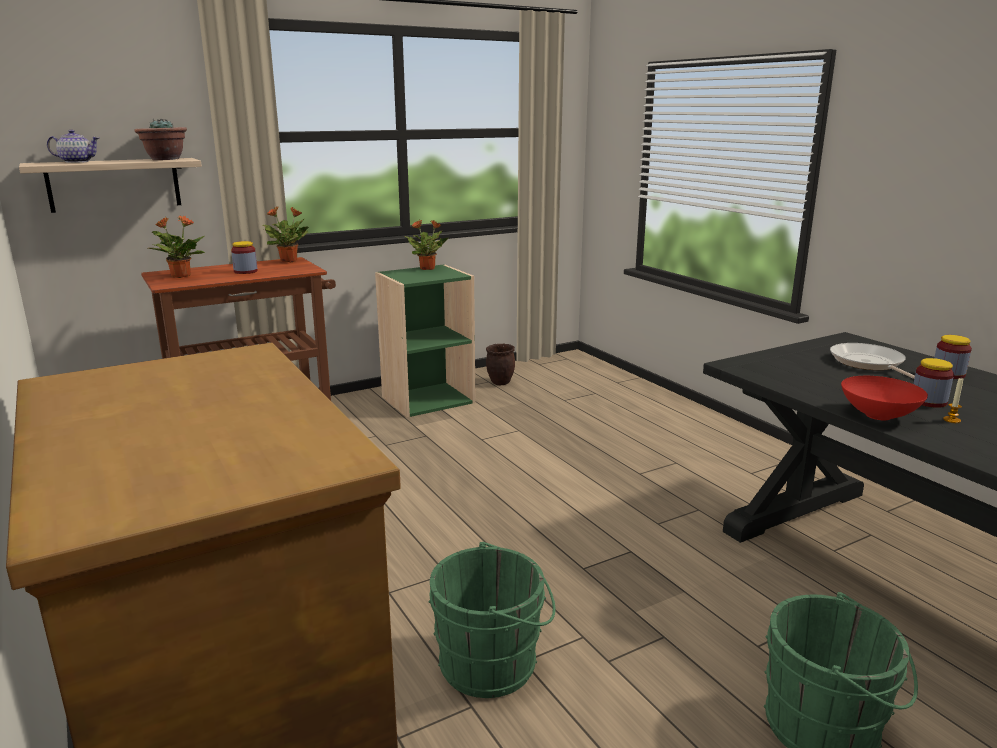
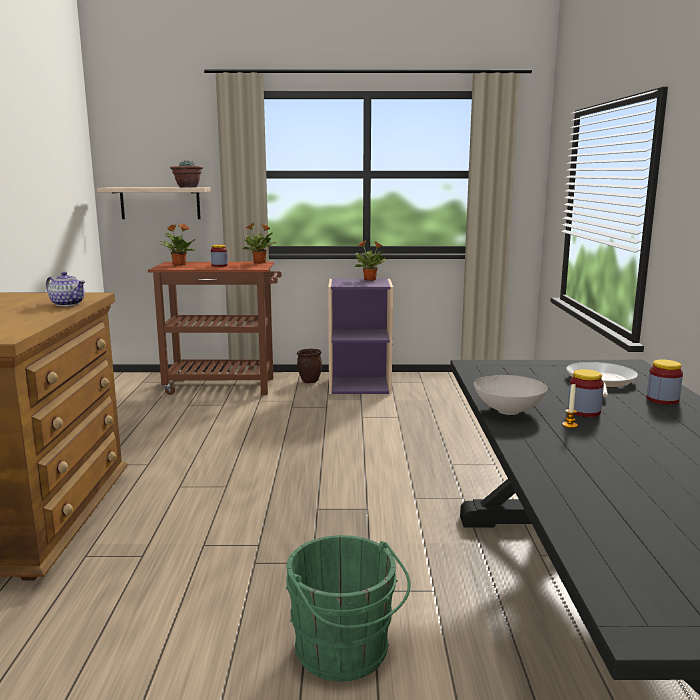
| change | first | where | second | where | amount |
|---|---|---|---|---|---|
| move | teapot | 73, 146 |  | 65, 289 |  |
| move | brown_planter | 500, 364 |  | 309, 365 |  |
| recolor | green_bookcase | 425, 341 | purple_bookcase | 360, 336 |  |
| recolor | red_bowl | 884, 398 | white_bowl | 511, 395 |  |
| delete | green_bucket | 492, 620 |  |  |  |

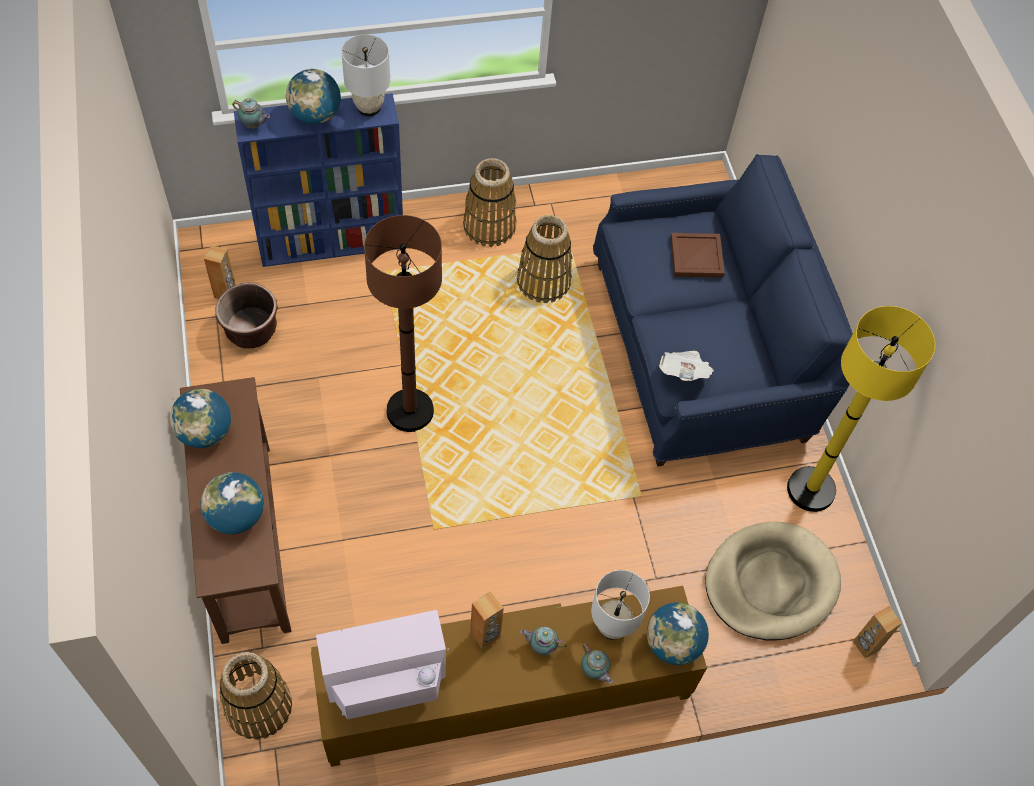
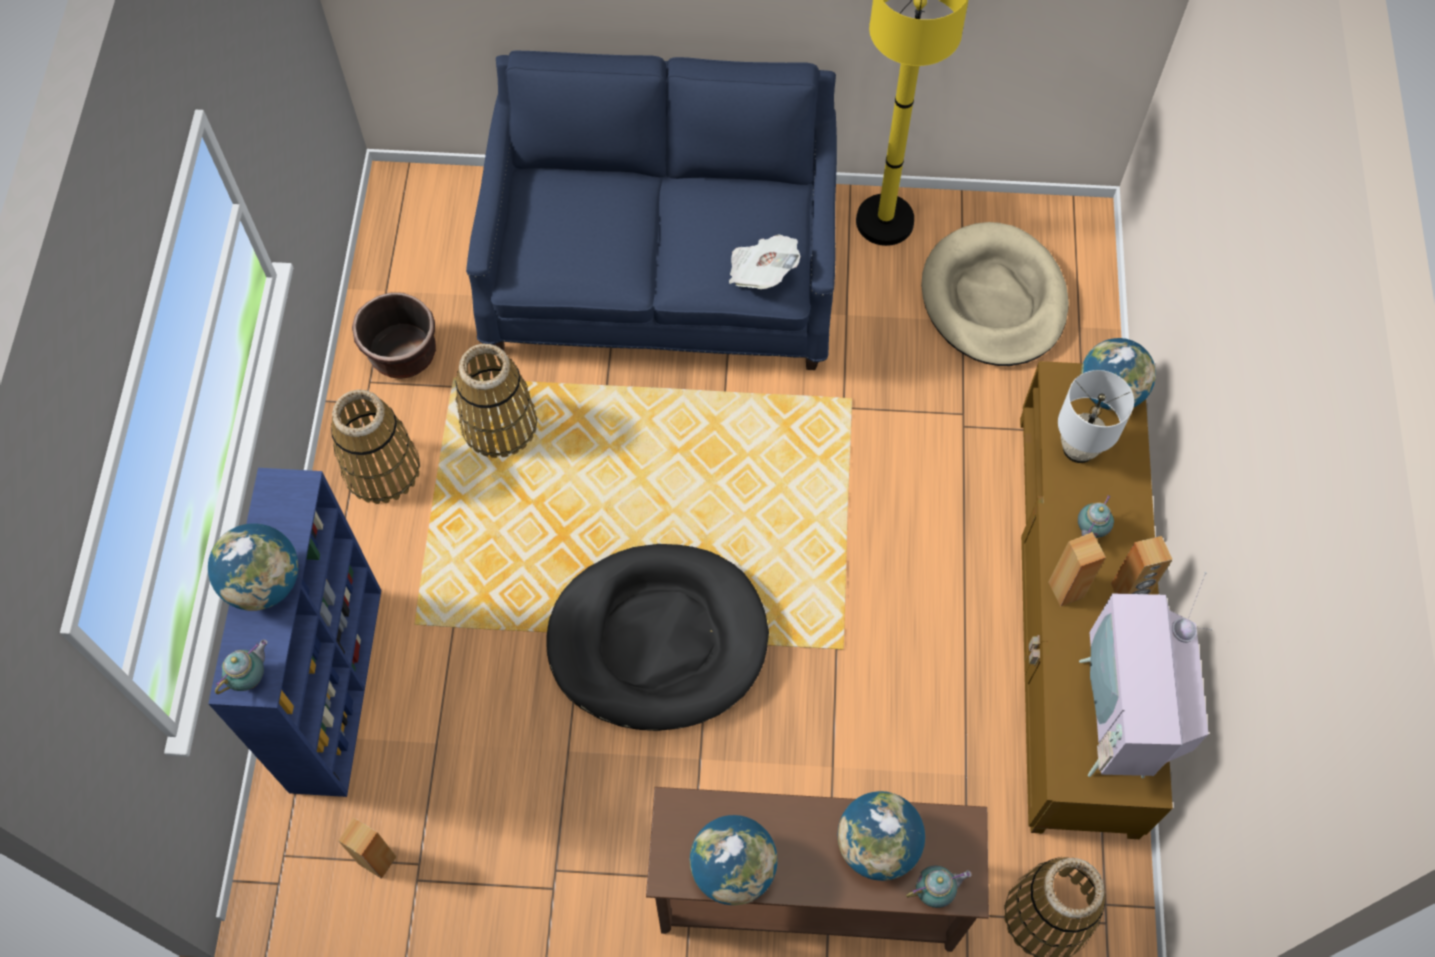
| change | first | where | second | where | amount |
|---|---|---|---|---|---|
| move | brown_planter | 246, 315 |  | 394, 335 |  |
| replace | brown_floor_lamp | 403, 323 | black_dog_bed | 657, 637 |  |
| move | teapot | 597, 664 |  | 939, 887 |  |
| move | brown_speaker | 877, 632 |  | 1142, 565 |  |
| delete | white_table_lamp | 365, 75 |  |  |  |
| delete | brown_tray | 697, 255 |  |  |  |

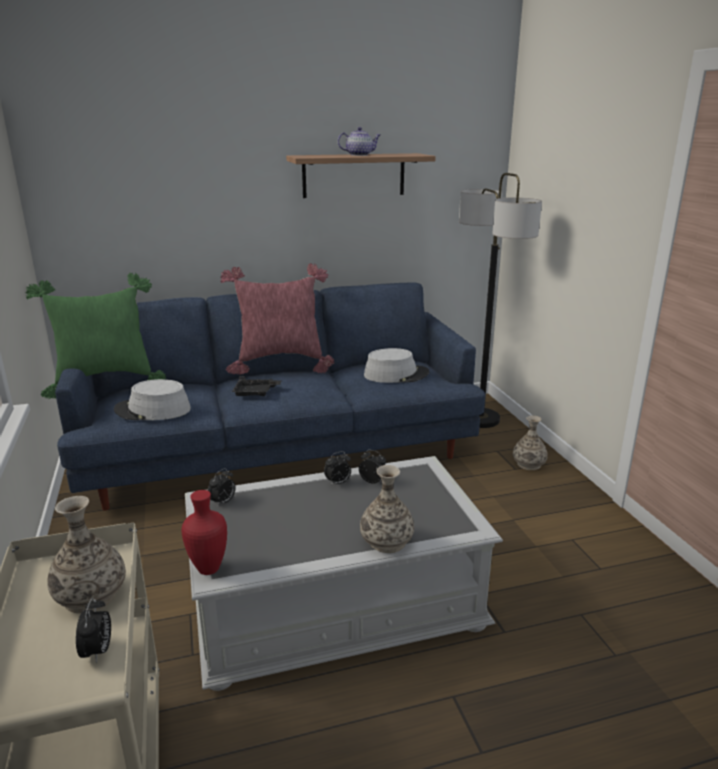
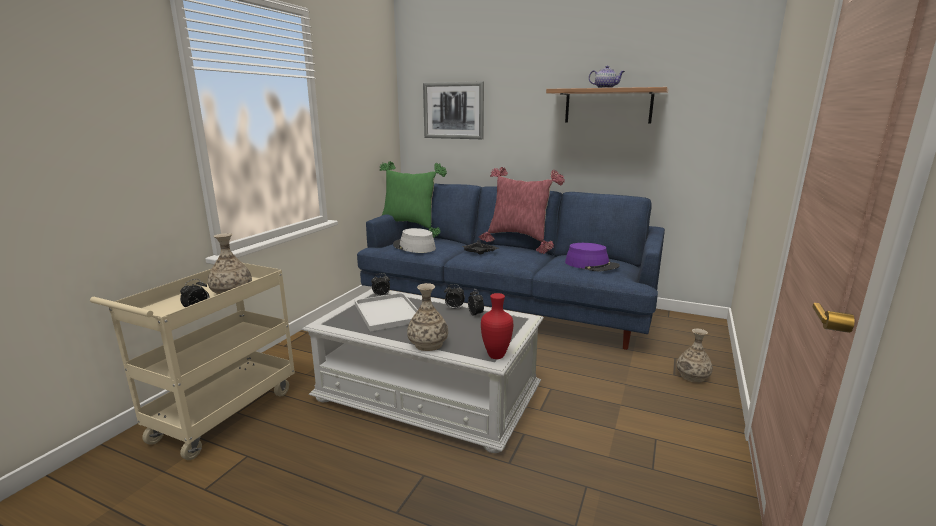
| change | first | where | second | where | amount |
|---|---|---|---|---|---|
| insert |  |  | white_tray | 386, 312 |  |
| insert |  |  | picture | 453, 110 |  |
| move | red_vase | 204, 532 |  | 497, 326 |  |
| recolor | grey_hat | 396, 365 | purple_hat | 592, 257 |  |
| delete | floor_lamp | 500, 300 |  |  |  |

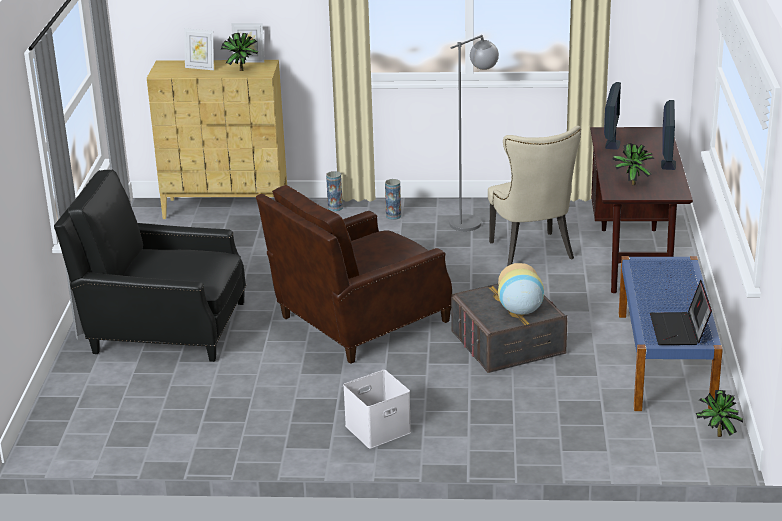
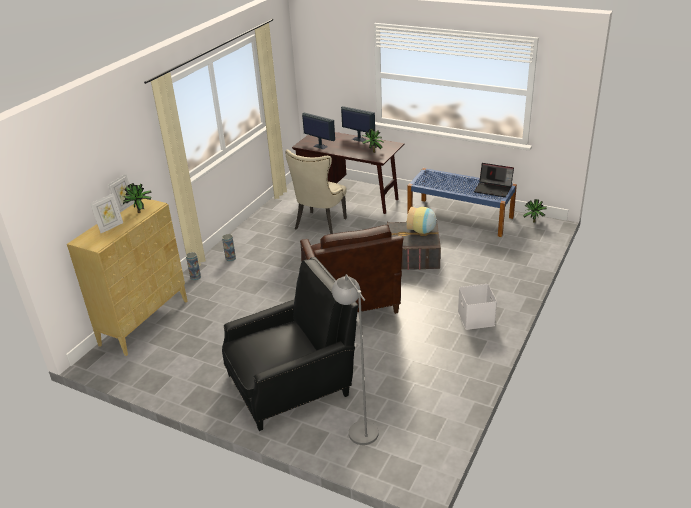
| change | first | where | second | where | amount |
|---|---|---|---|---|---|
| rotate | black_armchair | 150, 265 |  | 290, 344 | 150 degrees counterclockwise |
| rotate | beige_chair | 534, 196 |  | 316, 192 | 105 degrees clockwise |
| move | grey_floor_lamp | 474, 133 |  | 355, 359 |  |

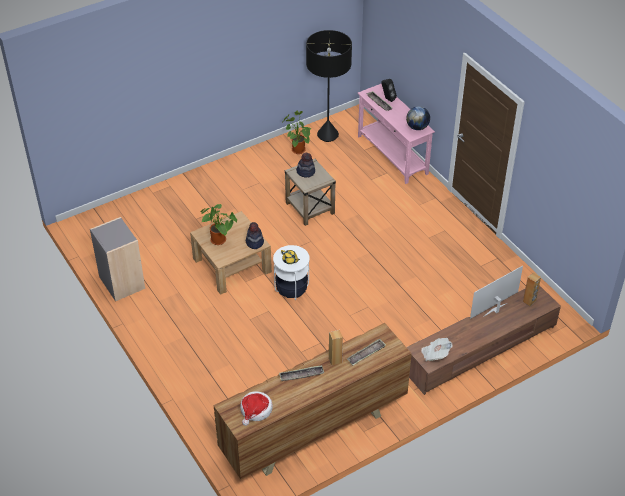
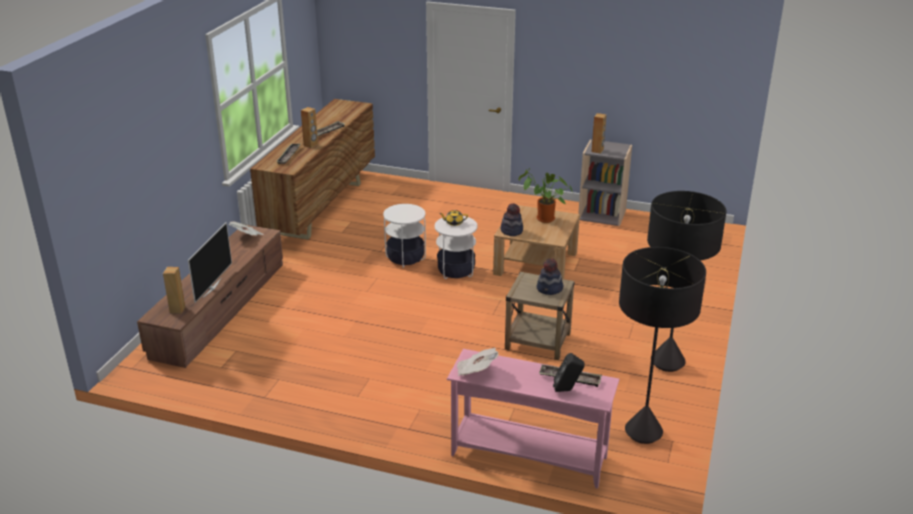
| change | first | where | second | where | amount |
|---|---|---|---|---|---|
| insert |  |  | white_side_table | 404, 236 |  |
| replace | globe | 418, 118 | newspaper | 478, 362 |  |
| insert |  |  | brown_speaker | 598, 133 |  |
| insert |  |  | black_floor_lamp | 687, 281 |  |
| delete | hat | 256, 408 |  |  |  |
| delete | potted_plant | 297, 132 |  |  |  |

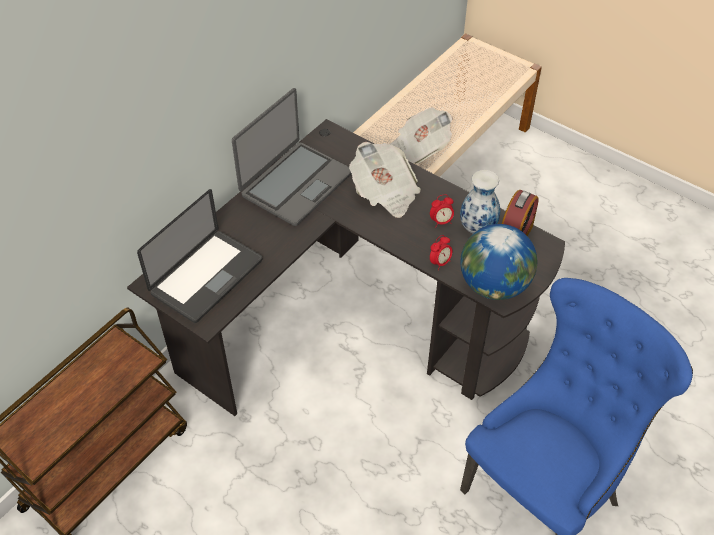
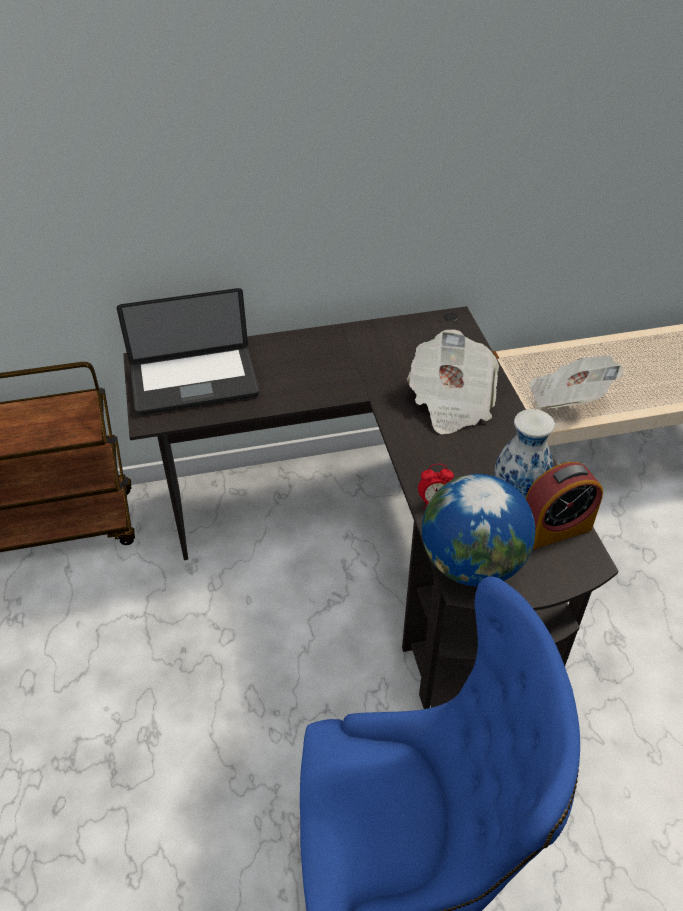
| change | first | where | second | where | amount |
|---|---|---|---|---|---|
| delete | laptop | 292, 157 |  |  |  |
| delete | alarm_clock | 442, 211 |  |  |  |

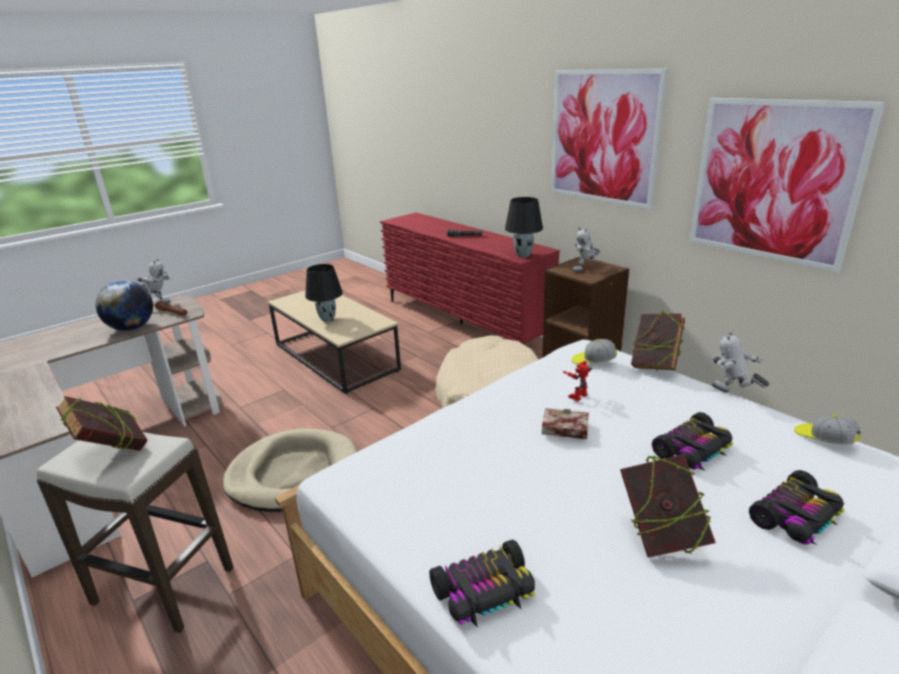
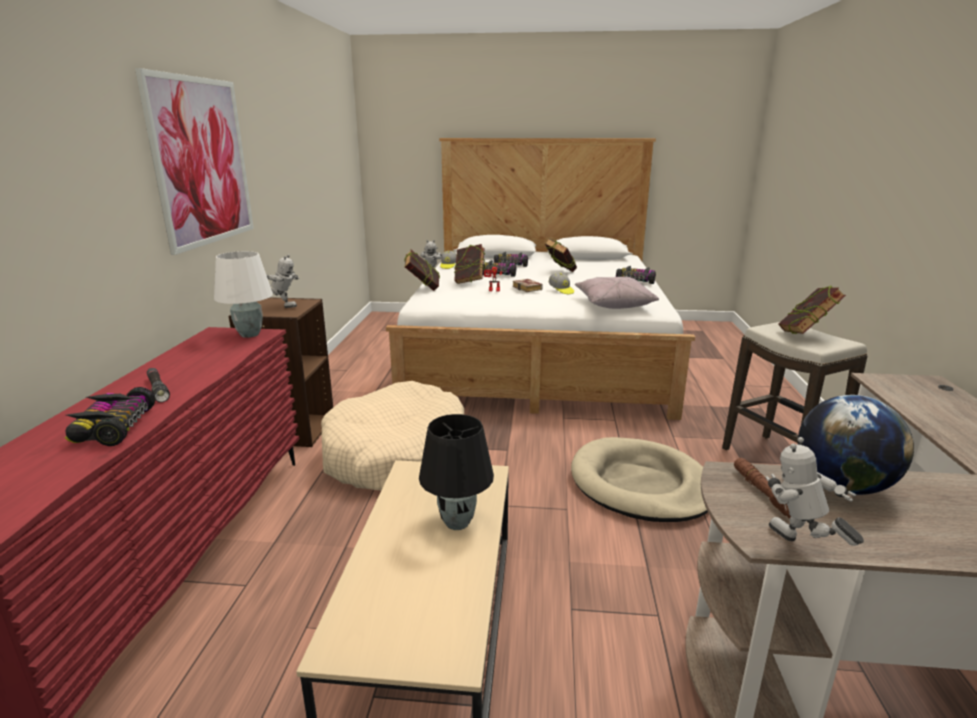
| change | first | where | second | where | amount |
|---|---|---|---|---|---|
| insert |  |  | toy_car | 109, 416 |  |
| recolor | black_table_lamp | 524, 227 | white_table_lamp | 243, 294 |  |
| insert |  |  | book | 469, 264 |  |
| move | cap | 594, 351 |  | 561, 283 |  |
| insert |  |  | purple_pillow | 617, 293 |  |
| delete | picture | 787, 185 |  |  |  |

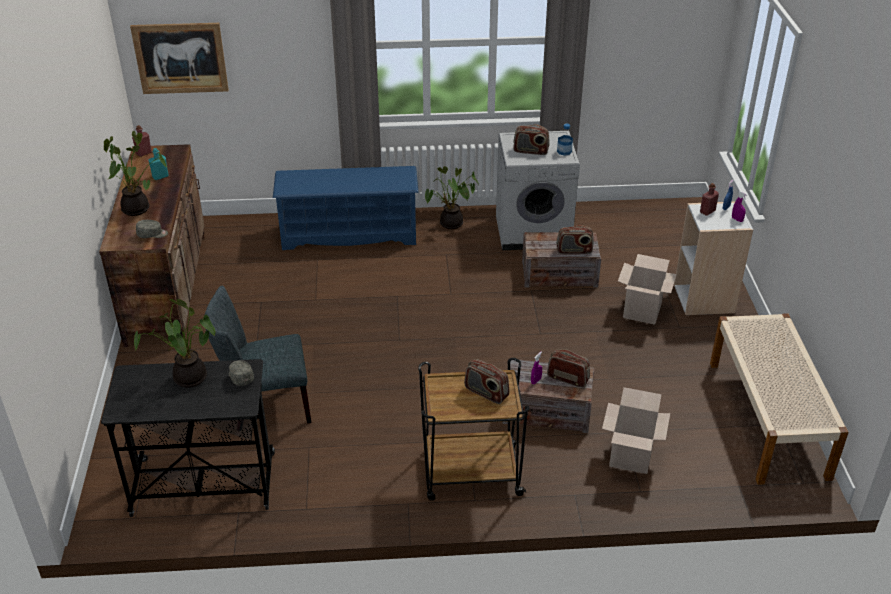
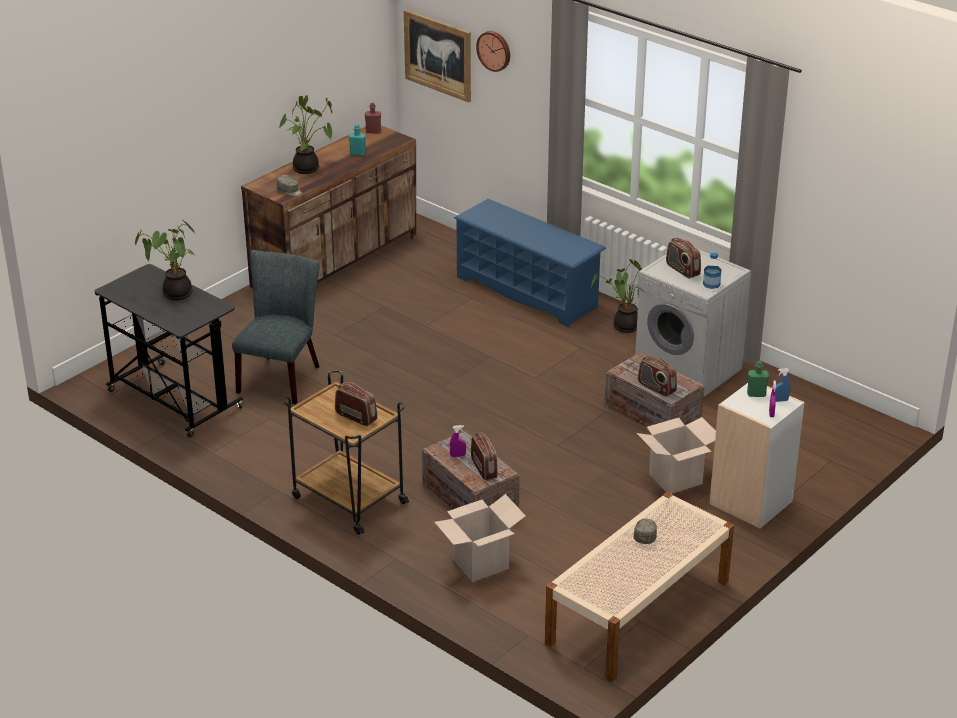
| change | first | where | second | where | amount |
|---|---|---|---|---|---|
| rotate | grey_chair | 258, 354 |  | 276, 327 | 75 degrees clockwise |
| rotate | radio | 486, 381 |  | 356, 404 | 135 degrees clockwise |
| insert |  |  | wall_clock | 493, 51 |  |
| move | grey_cap | 241, 373 |  | 645, 531 |  |
| recolor | red_bottle | 709, 199 | green_bottle | 758, 379 |  |

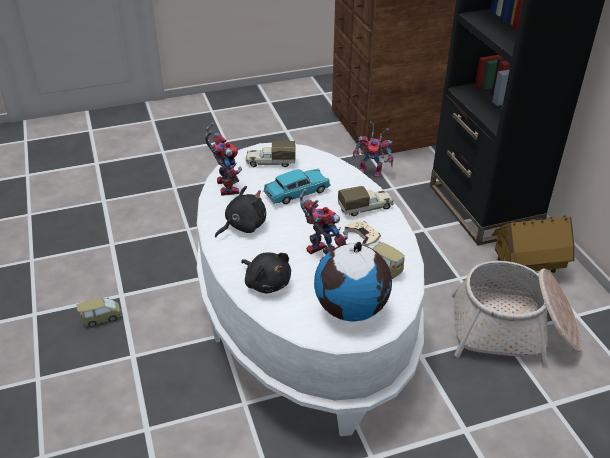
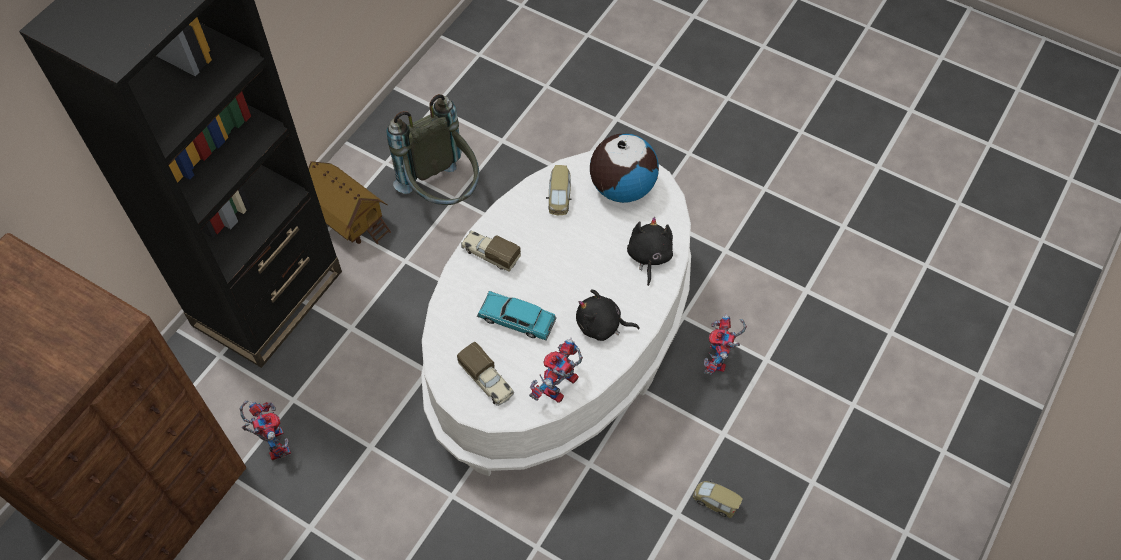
| change | first | where | second | where | amount |
|---|---|---|---|---|---|
| replace | basket | 517, 313 | grey_backpack | 433, 149 |  |
| move | toy_robot | 323, 225 |  | 725, 344 |  |
| delete | beige_game_controller | 363, 233 |  |  |  |

